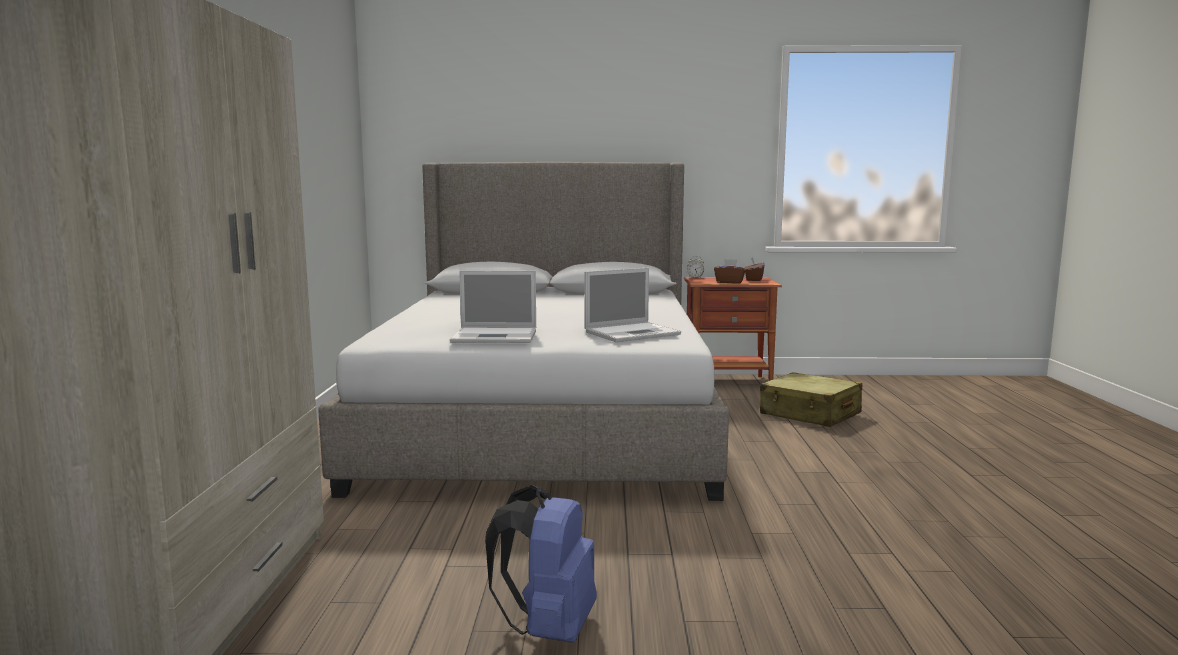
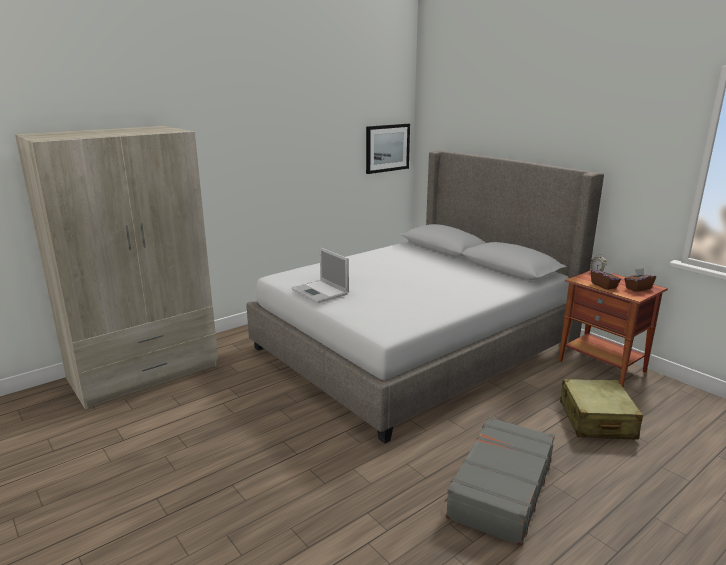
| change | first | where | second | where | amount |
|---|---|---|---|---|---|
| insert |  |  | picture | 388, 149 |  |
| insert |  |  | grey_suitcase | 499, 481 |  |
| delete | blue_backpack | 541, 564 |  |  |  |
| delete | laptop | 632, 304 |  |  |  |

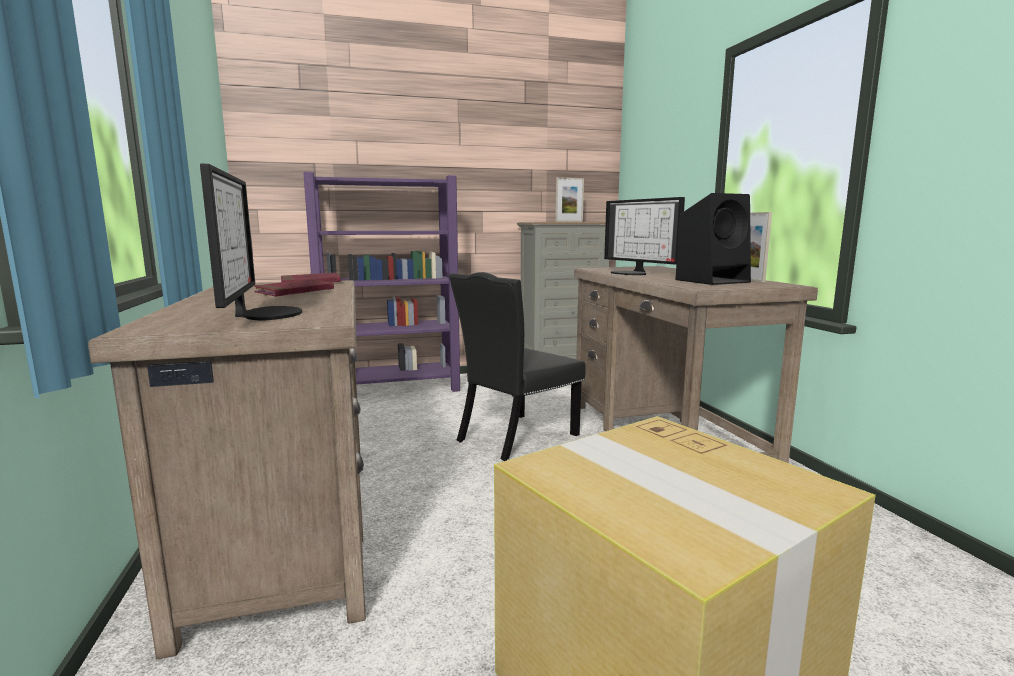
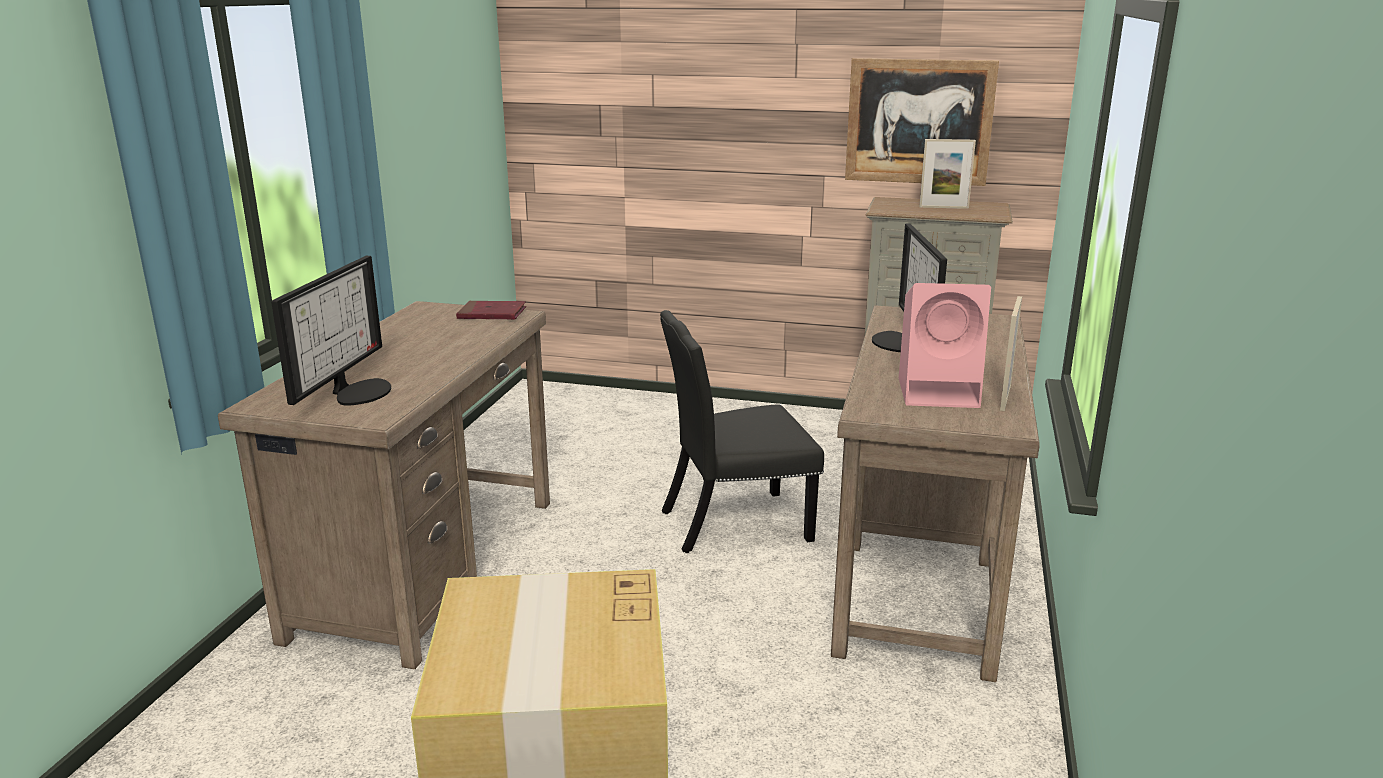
| change | first | where | second | where | amount |
|---|---|---|---|---|---|
| insert |  |  | picture | 922, 122 |  |
| recolor | black_speaker | 713, 239 | pink_speaker | 945, 345 |  |
| delete | red_book | 294, 288 |  |  |  |
| delete | purple_bookcase | 381, 282 |  |  |  |

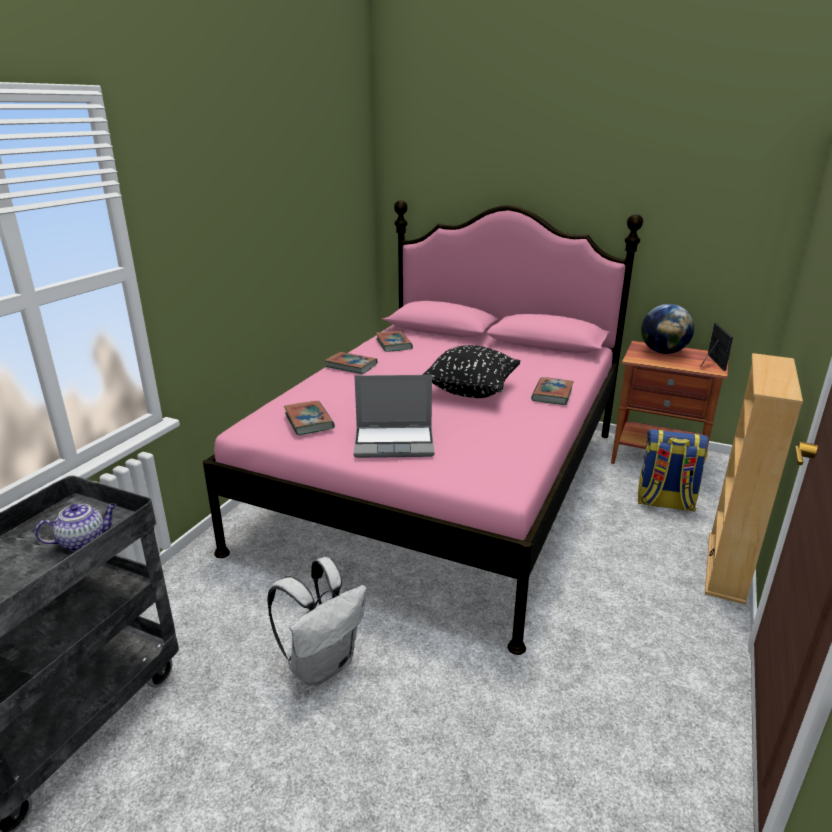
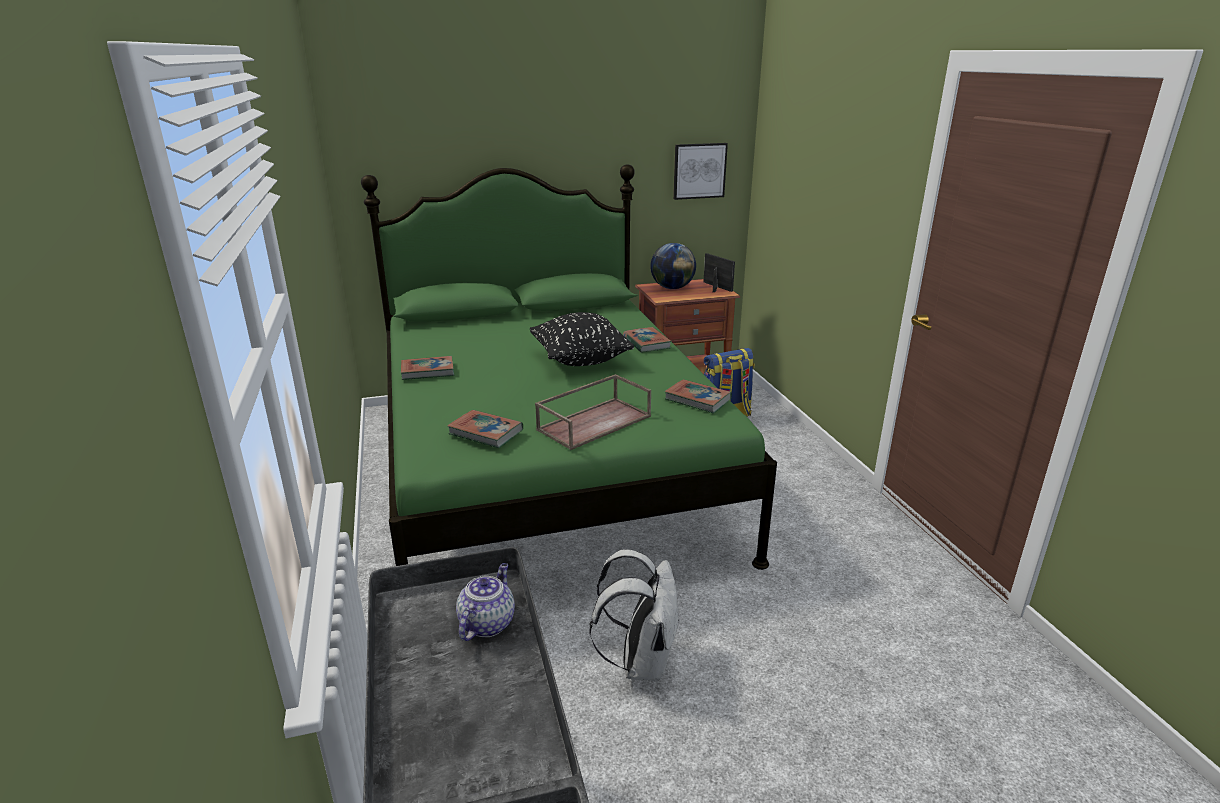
| change | first | where | second | where | amount |
|---|---|---|---|---|---|
| recolor | pink_bed | 423, 427 | green_bed | 569, 367 |  |
| replace | laptop | 394, 416 | brown_tray | 593, 412 |  |
| move | book | 394, 341 |  | 698, 396 |  |
| insert |  |  | picture | 700, 171 |  |
| delete | beige_bookcase | 754, 479 |  |  |  |

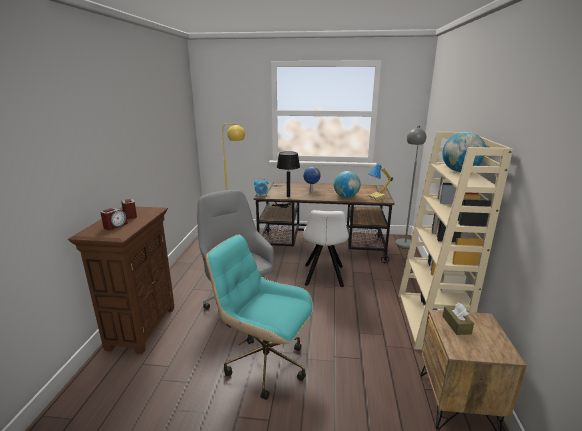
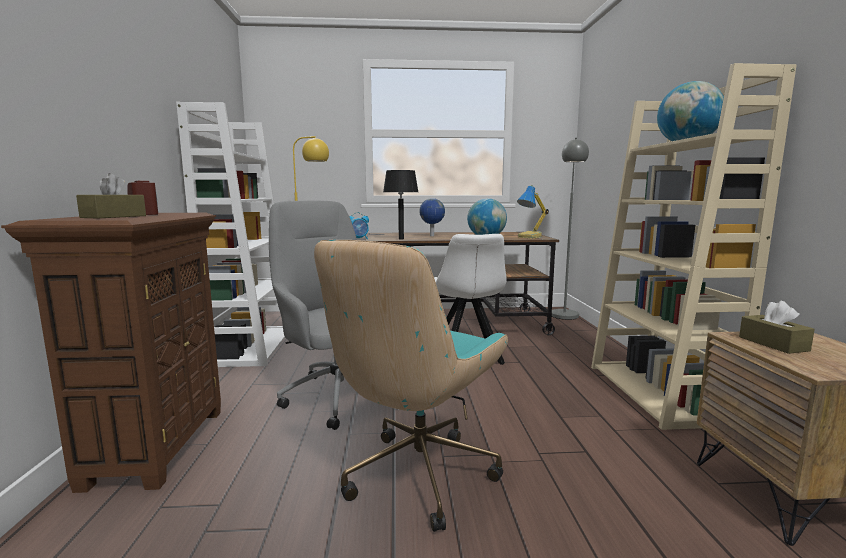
| change | first | where | second | where | amount |
|---|---|---|---|---|---|
| replace | alarm_clock | 114, 219 | brown_tissue_box | 111, 195 |  |
| insert |  |  | white_bookcase | 230, 234 |  |
| rotate | turquoise_office_chair | 259, 317 |  | 411, 386 | 75 degrees counterclockwise |

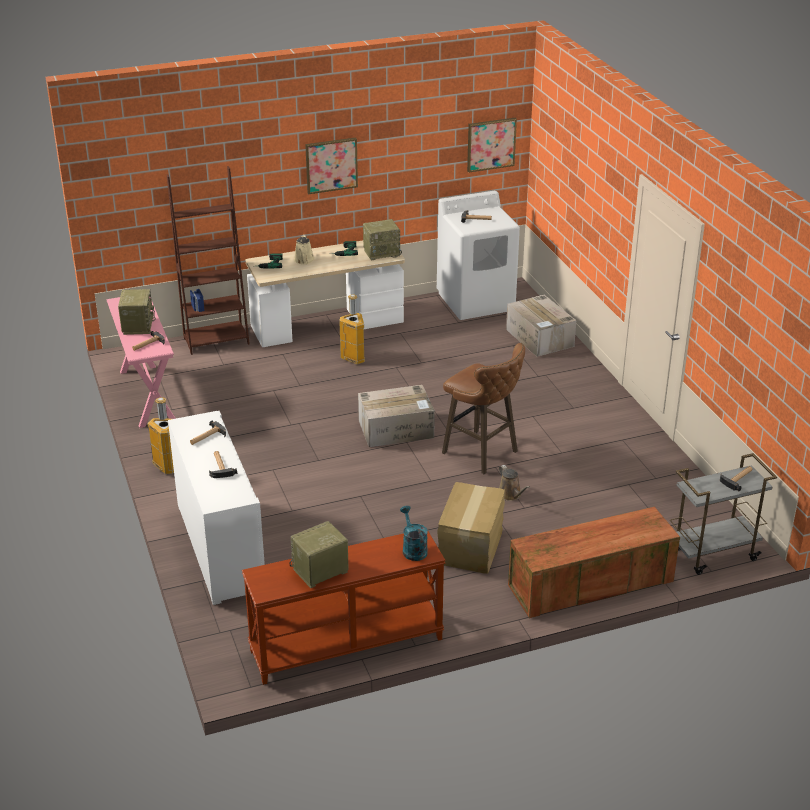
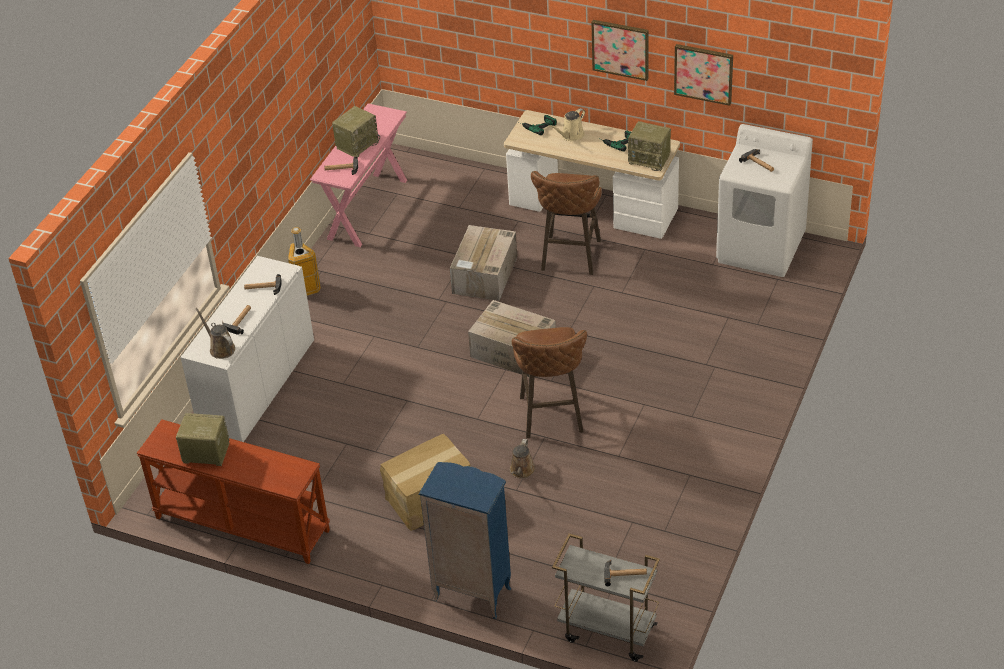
| change | first | where | second | where | amount |
|---|---|---|---|---|---|
| insert |  |  | brown_watering_can | 215, 333 |  |
| replace | brown_bench | 594, 562 | blue_dresser | 464, 540 |  |
| move | cardboard_box | 541, 326 |  | 483, 263 |  |
| replace | trash_can | 352, 329 | brown_stool | 566, 223 |  |
| move | picture | 492, 145 |  | 703, 75 |  |
| delete | brown_bookcase | 208, 260 |  |  |  |
| delete | turquoise_watering_can | 414, 533 |  |  |  |

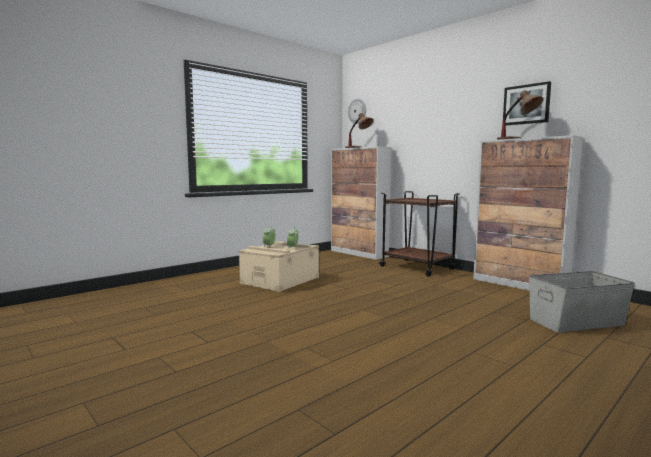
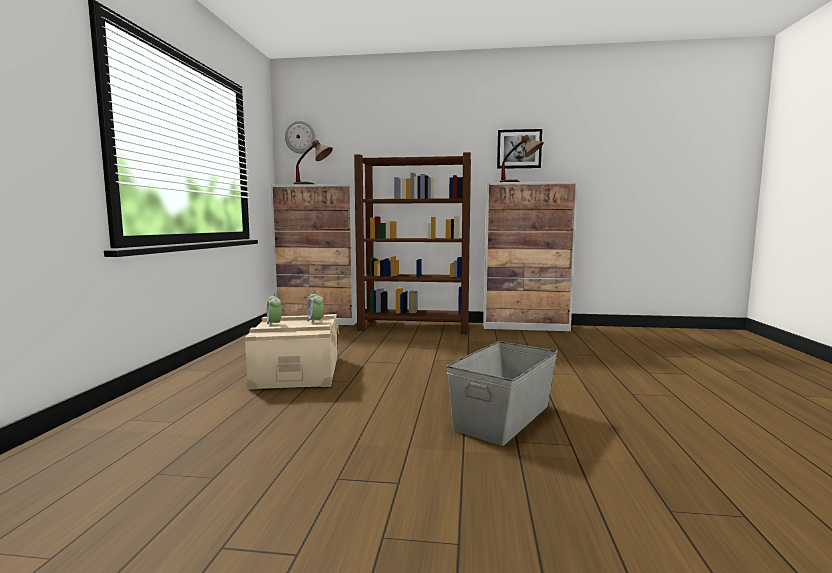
| change | first | where | second | where | amount |
|---|---|---|---|---|---|
| replace | brown_cart | 419, 234 | brown_bookcase | 412, 243 |  |
| move | grey_storage_box | 582, 302 |  | 502, 393 |  |

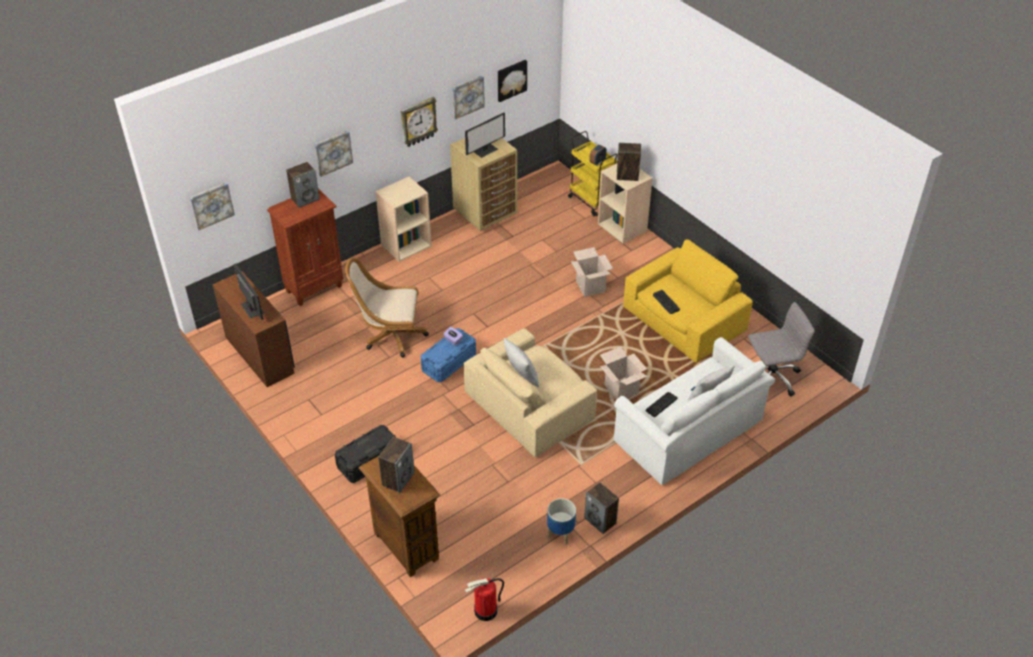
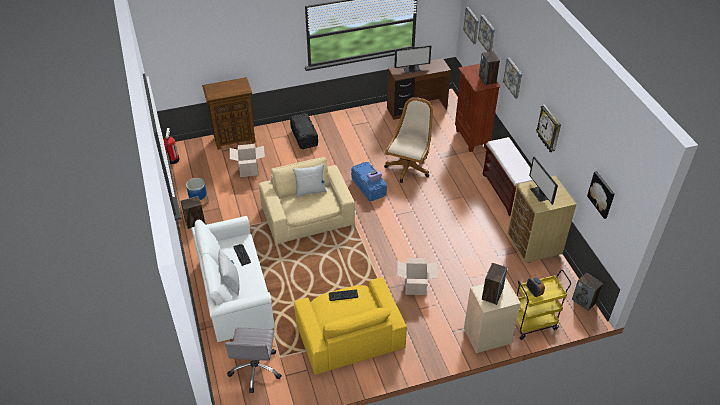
| change | first | where | second | where | amount |
|---|---|---|---|---|---|
| move | cardboard_box | 624, 373 |  | 247, 160 |  |
| move | picture | 469, 97 |  | 486, 33 |  |
| replace | beige_bookcase | 403, 219 | brown_bench | 508, 176 |  |
| move | speaker | 396, 465 |  | 587, 292 |  |

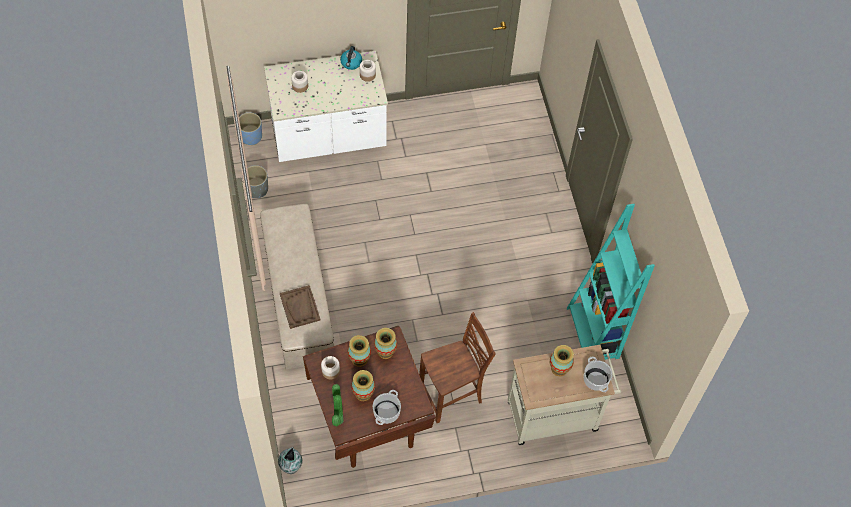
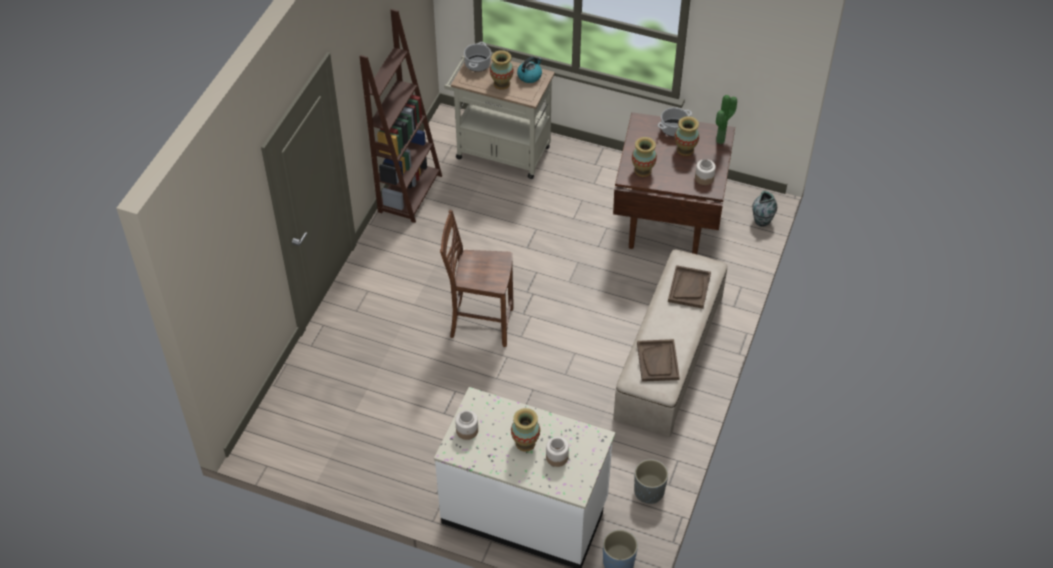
| change | first | where | second | where | amount |
|---|---|---|---|---|---|
| recolor | turquoise_bookcase | 611, 282 | brown_bookcase | 401, 116 |  |
| move | brown_chair | 457, 367 |  | 477, 278 |  |
| move | vase | 359, 351 |  | 525, 430 |  |
| move | kettle | 351, 58 |  | 529, 69 |  |
| insert |  |  | brown_tray | 658, 360 |  |

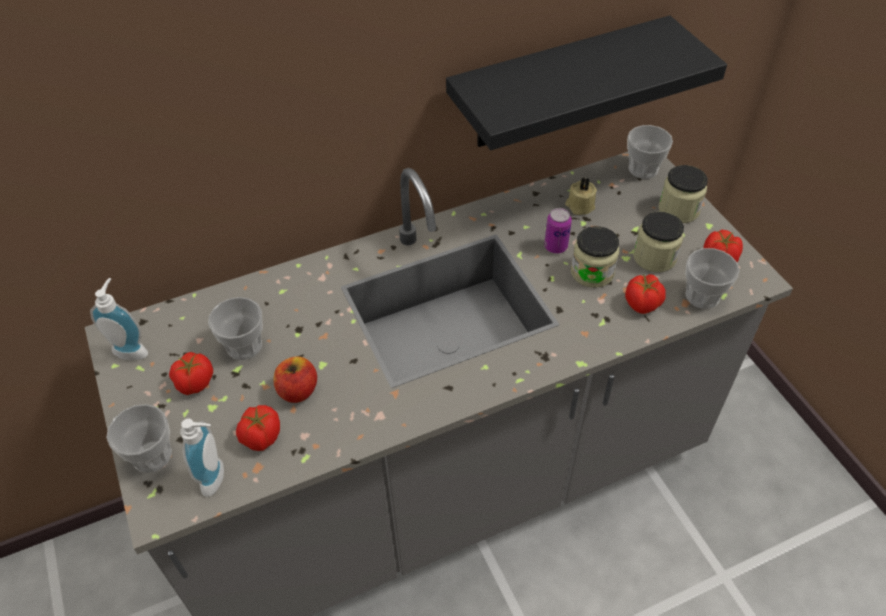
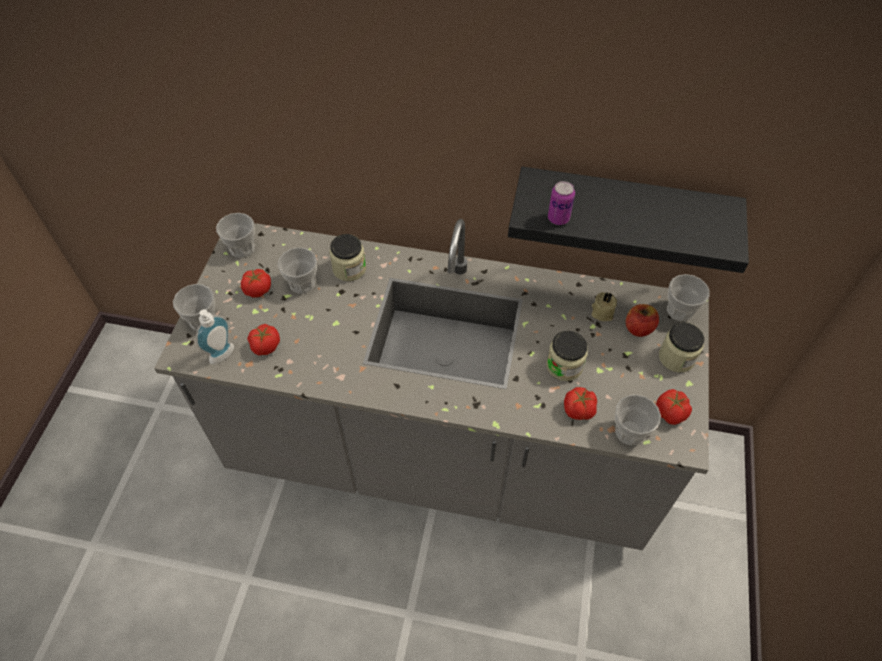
| change | first | where | second | where | amount |
|---|---|---|---|---|---|
| replace | soap_dispenser | 119, 319 | cup | 235, 235 |  |
| move | jar | 658, 242 |  | 348, 257 |  |
| move | can | 558, 231 |  | 561, 203 |  |
| move | apple | 295, 379 |  | 642, 320 |  |

